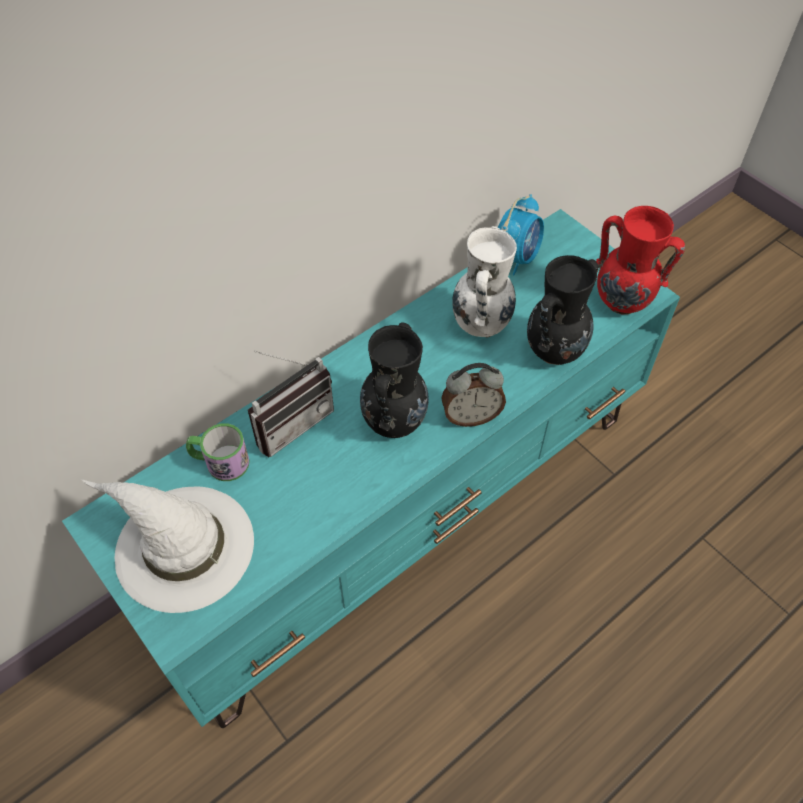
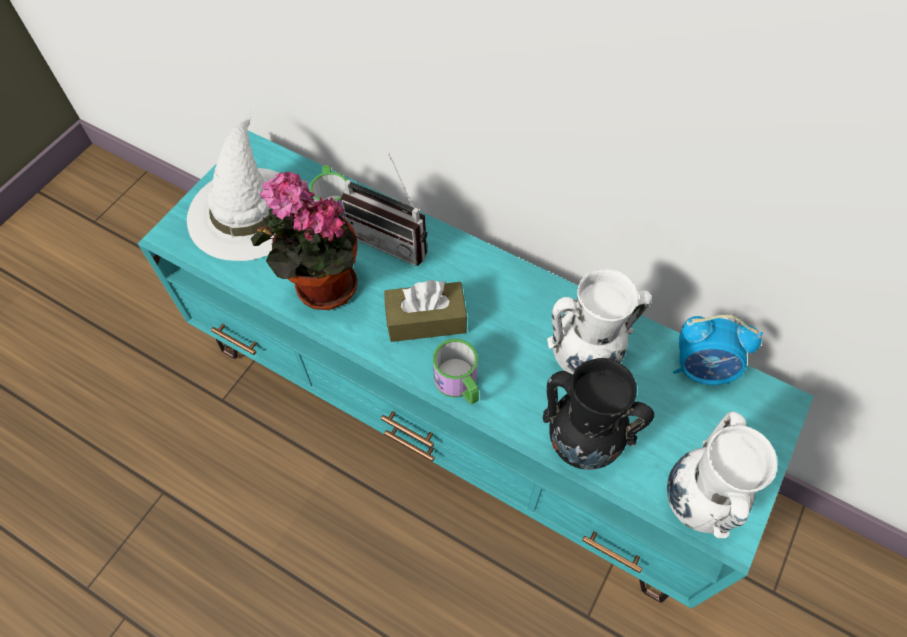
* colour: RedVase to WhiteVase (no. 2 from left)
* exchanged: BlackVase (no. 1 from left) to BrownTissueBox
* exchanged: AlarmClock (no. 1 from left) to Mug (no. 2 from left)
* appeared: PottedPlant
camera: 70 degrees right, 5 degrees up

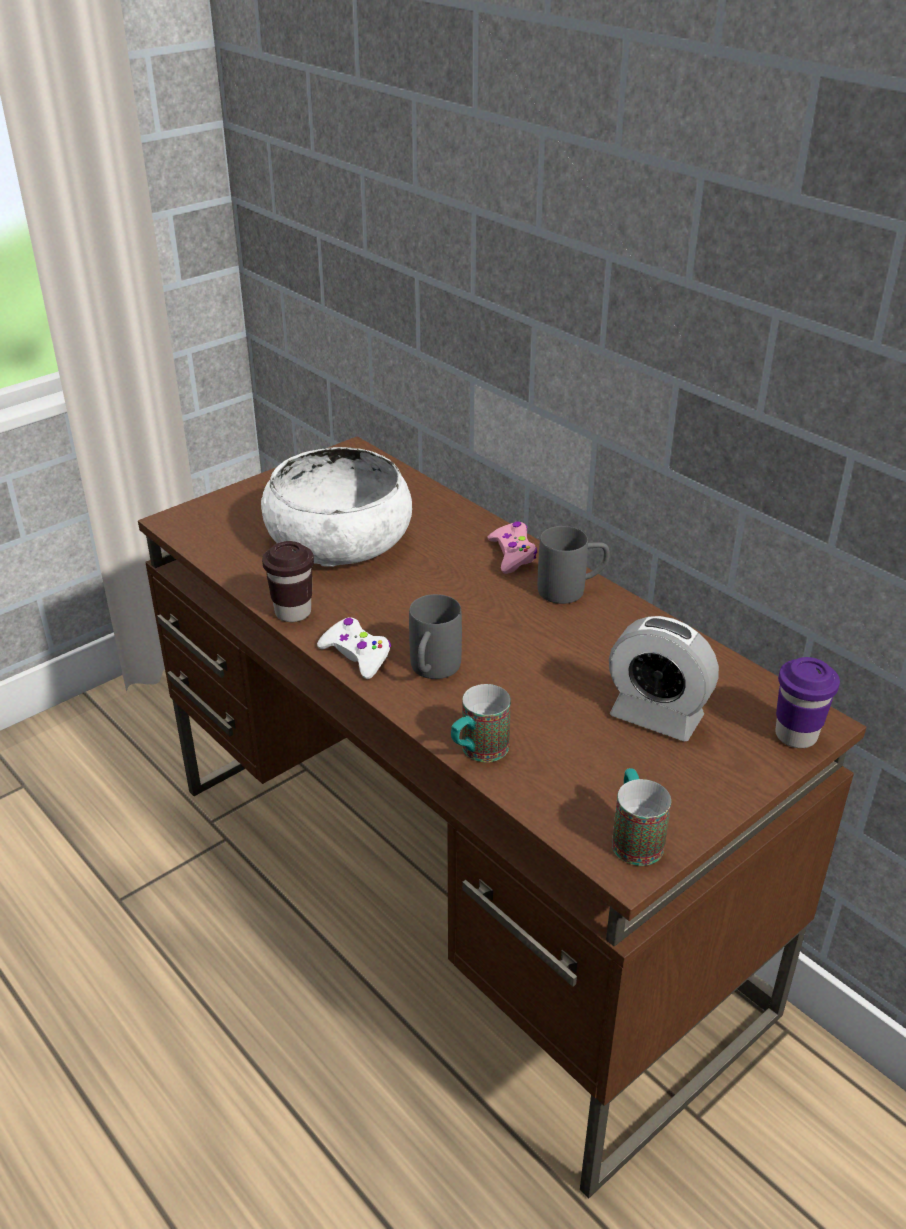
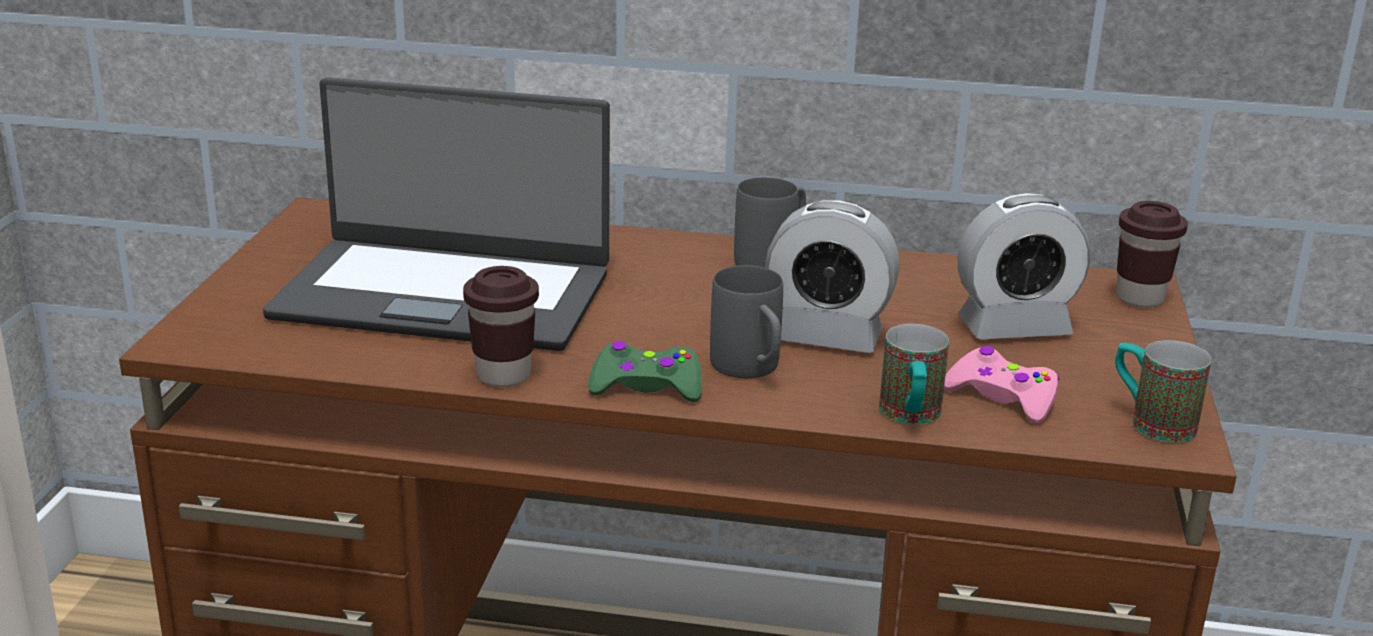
* exchanged: WhiteBowl to Laptop
* relocated: PinkGameController
* colour: WhiteGameController to GreenGameController
* colour: PurpleCup to BrownCup (no. 2 from left)
* appeared: AlarmClock (no. 1 from left)
camera: 40 degrees left, 10 degrees down

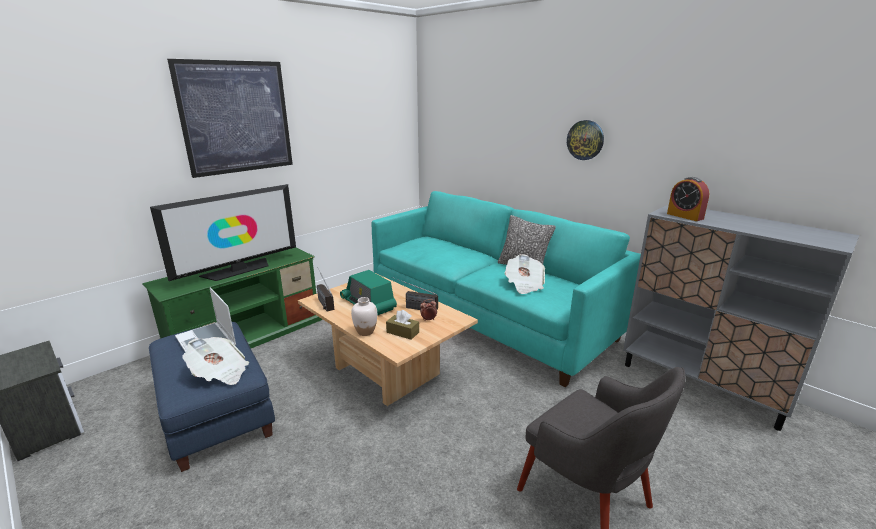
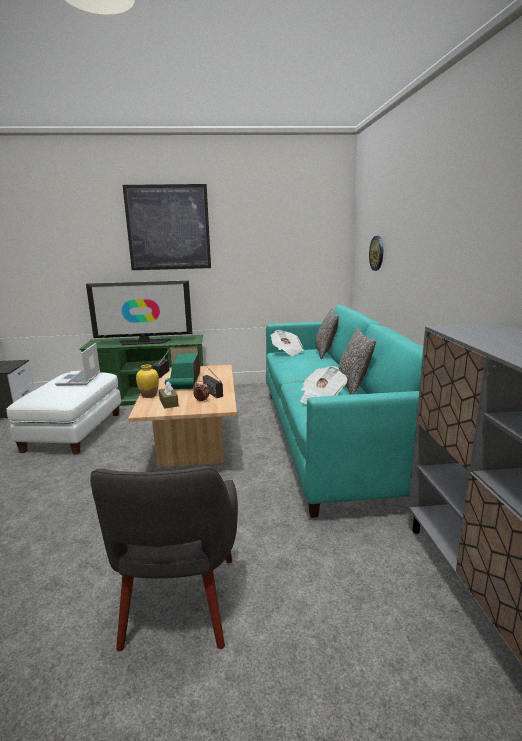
* relocated: WallClock
* missing: AlarmClock (no. 2 from left)
* colour: WhiteVase to YellowVase
* colour: BlueOttoman to WhiteOttoman
* relocated: Newspaper (no. 1 from left)
* appeared: Pillow (no. 1 from left)
camera: 40 degrees right, 5 degrees down

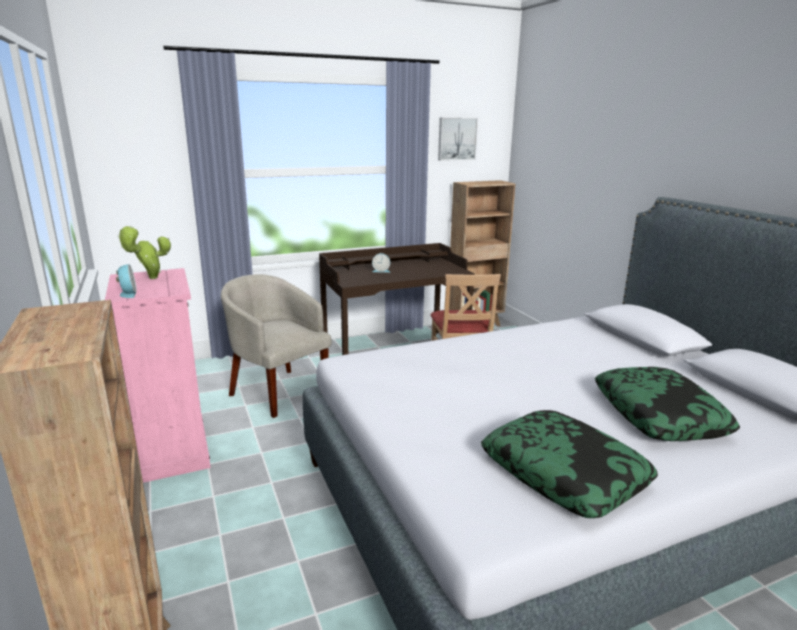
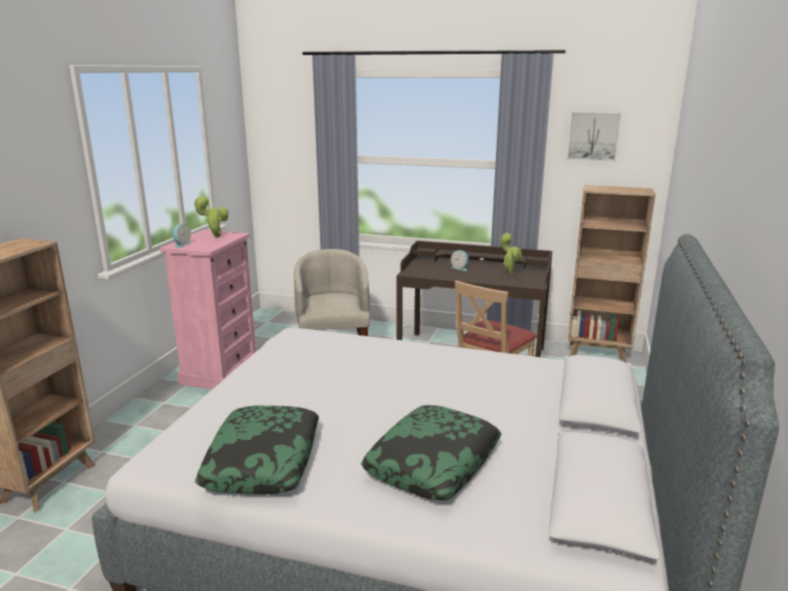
* appeared: PottedPlant (no. 2 from left)
camera: 40 degrees right, 0 degrees up

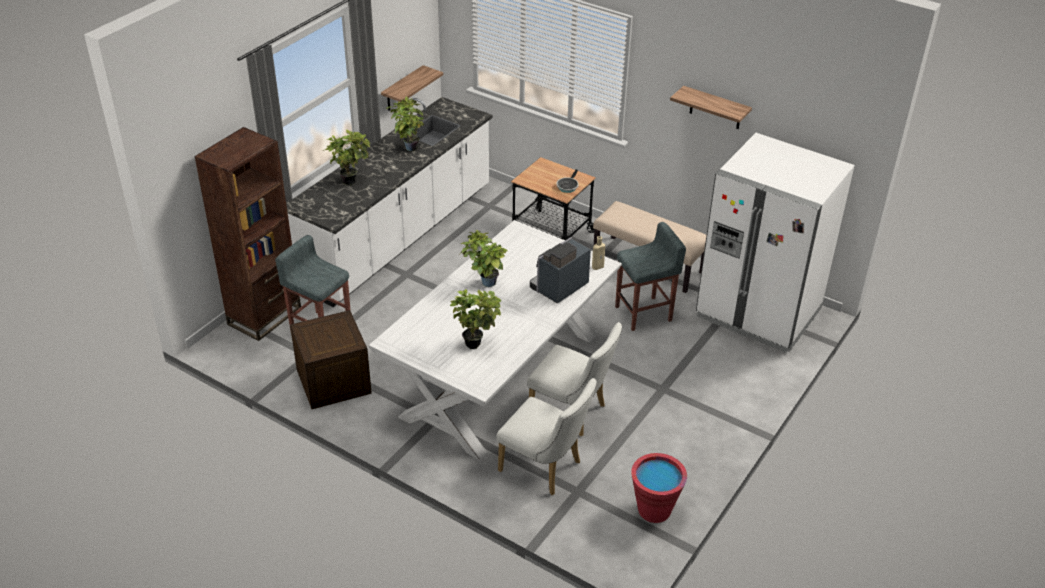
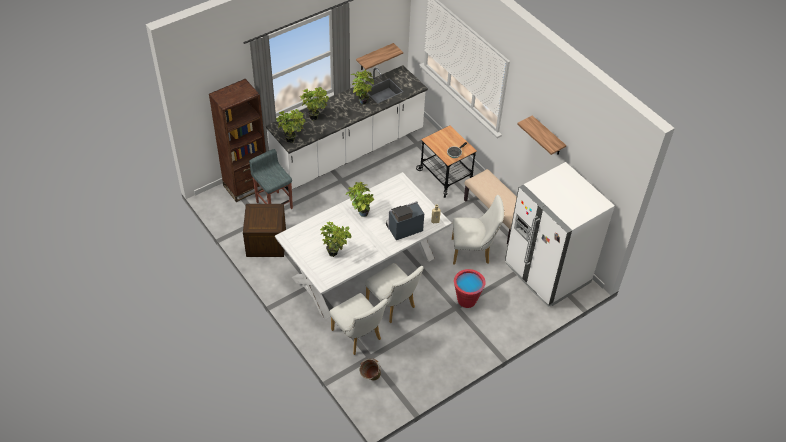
* exchanged: GreyStool (no. 2 from left) to WhiteChair (no. 3 from left)
* relocated: RedBucket
* appeared: PottedPlant (no. 1 from left)
* appeared: GreenBucket
camera: 20 degrees right, 10 degrees up

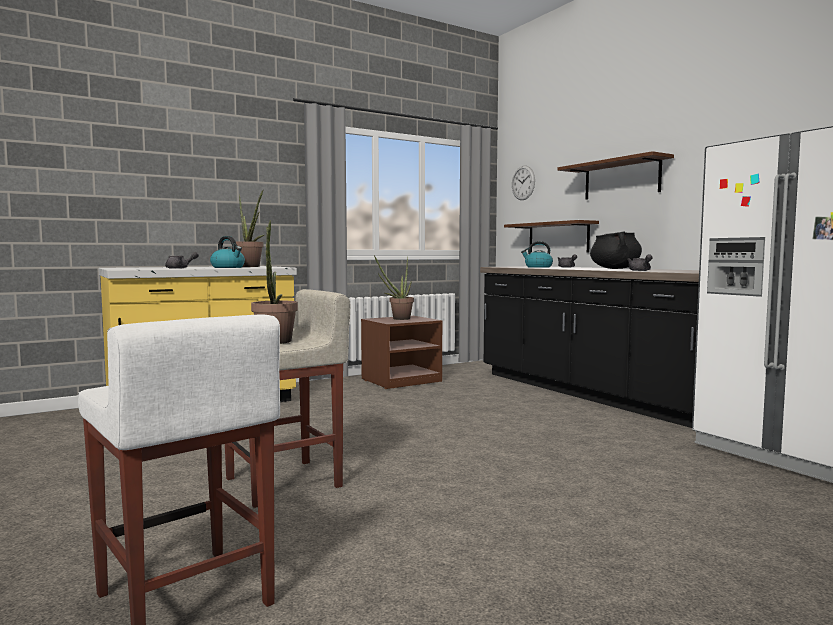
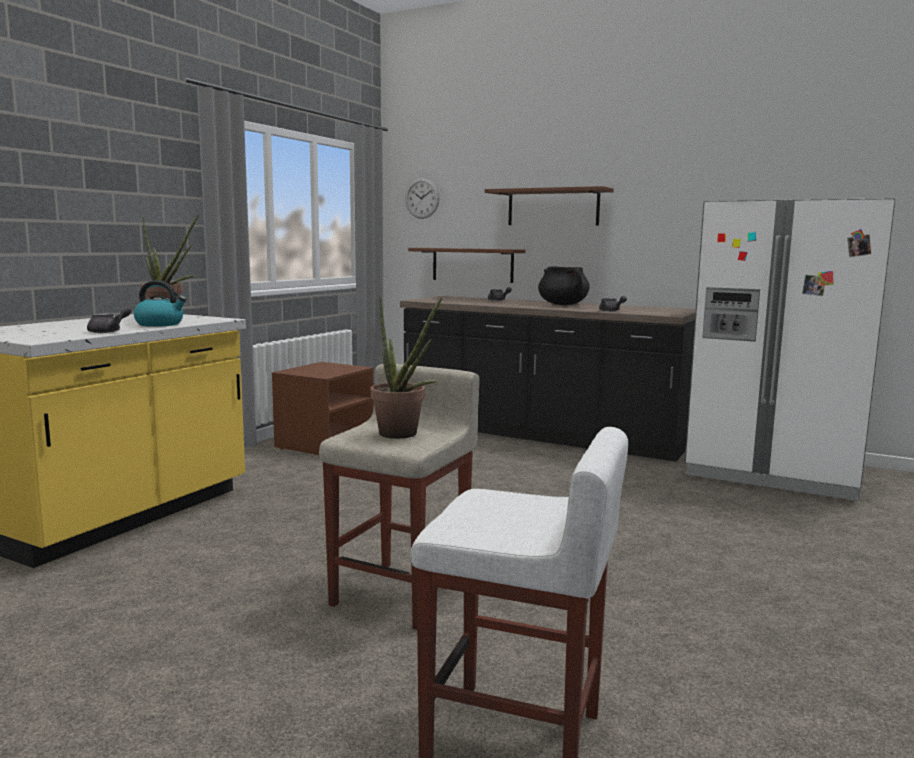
* missing: Kettle (no. 2 from left)
* missing: PottedPlant (no. 3 from left)
camera: 30 degrees left, 5 degrees up

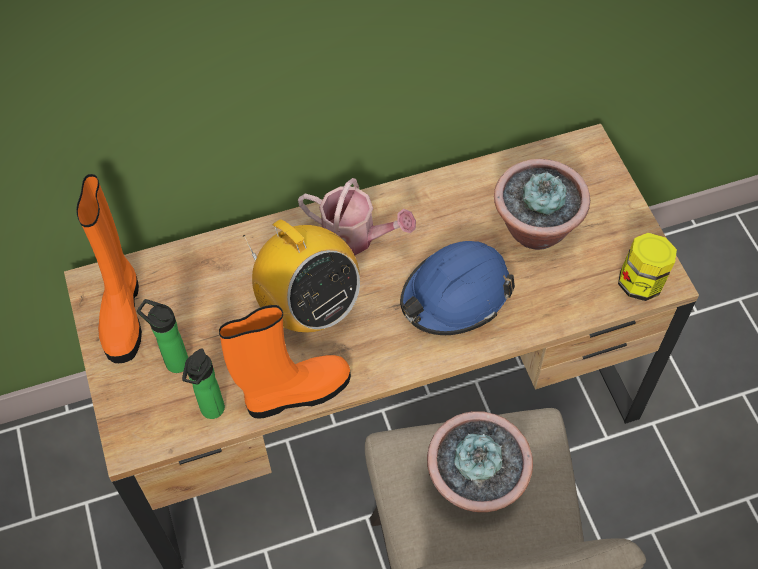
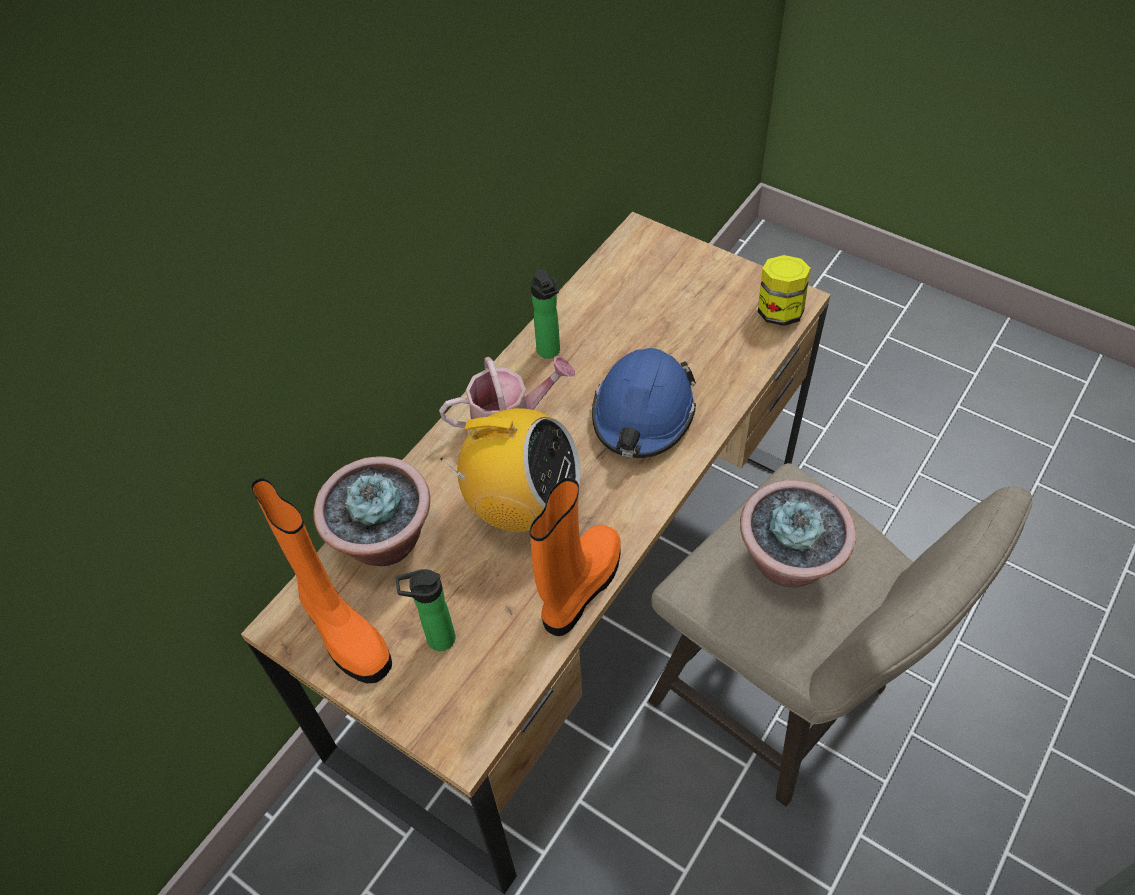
* relocated: PottedPlant (no. 2 from left in the first image) to PottedPlant (no. 1 from left)
* relocated: Bottle (no. 2 from left)
camera: 35 degrees left, 5 degrees down

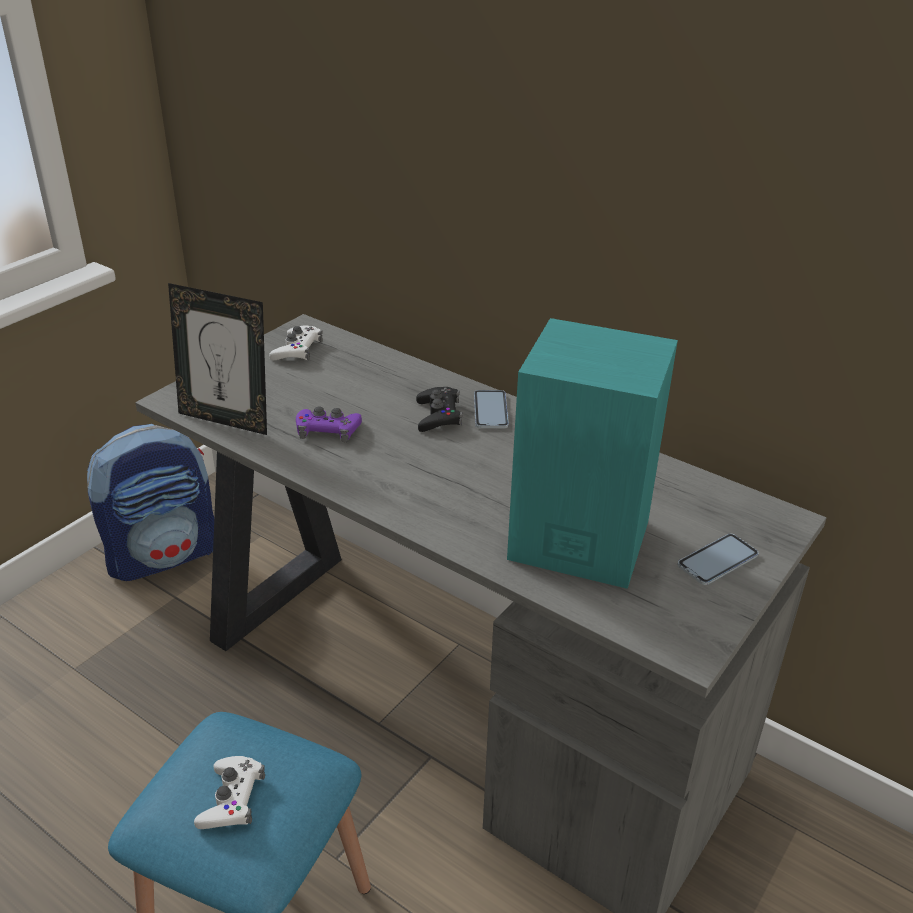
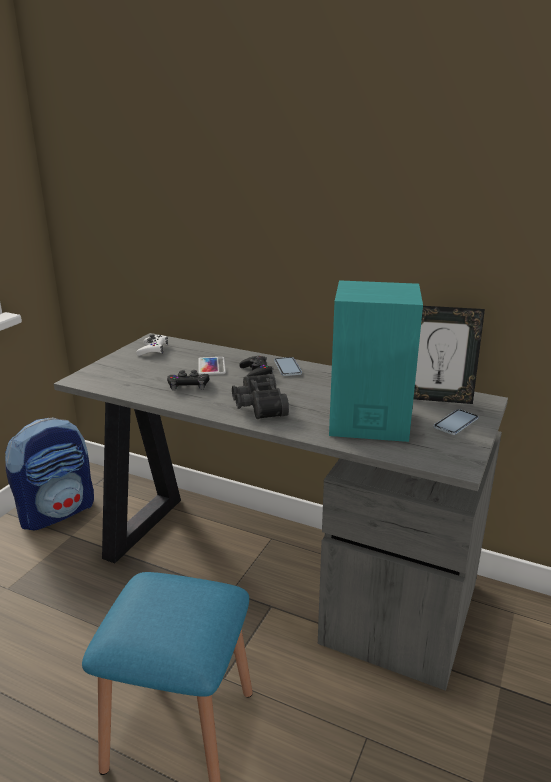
* relocated: PictureFrame
* colour: PurpleGameController to BlackGameController (no. 1 from left)
* missing: WhiteGameController (no. 1 from left)
* appeared: Phone (no. 1 from left)
* appeared: BlackBinoculars
camera: 10 degrees left, 10 degrees down

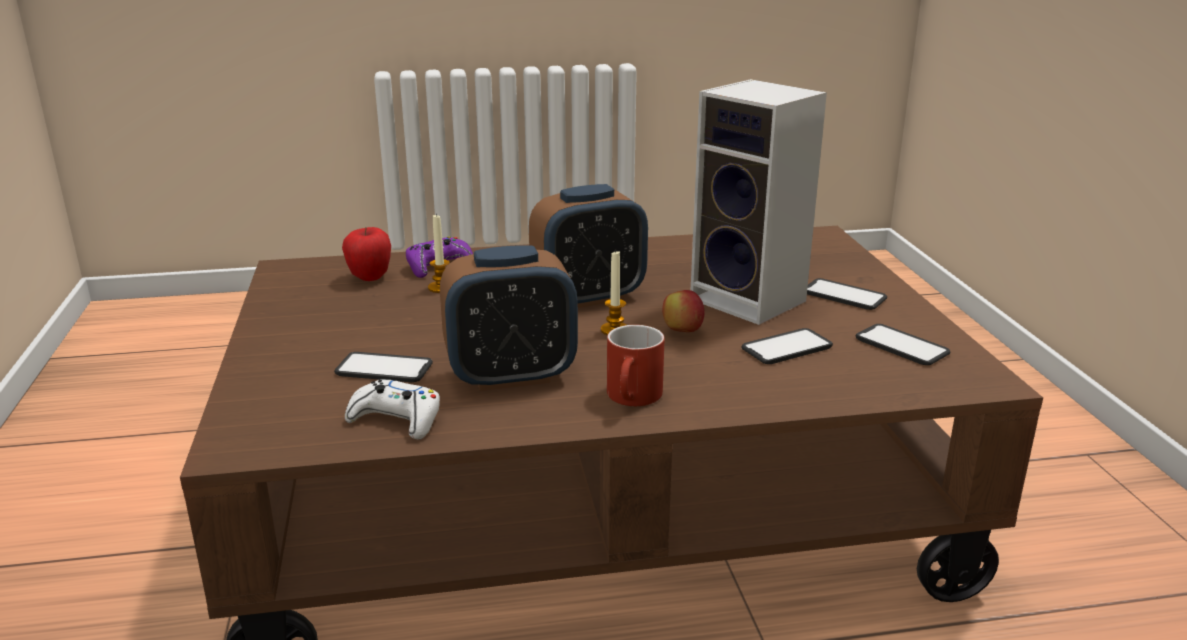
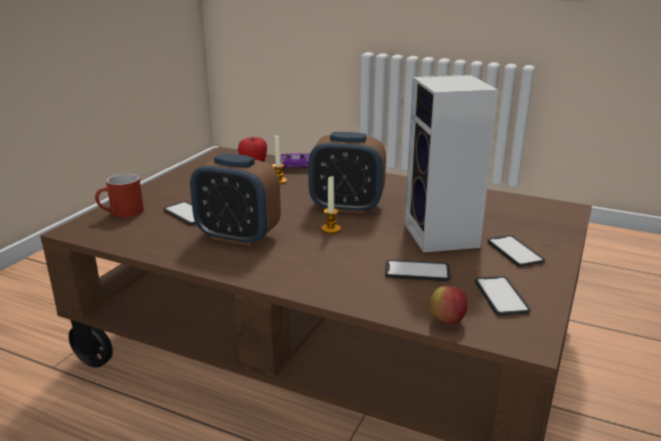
* relocated: Apple (no. 2 from left)
* relocated: RedMug
* missing: WhiteGameController
camera: 35 degrees right, 0 degrees up

